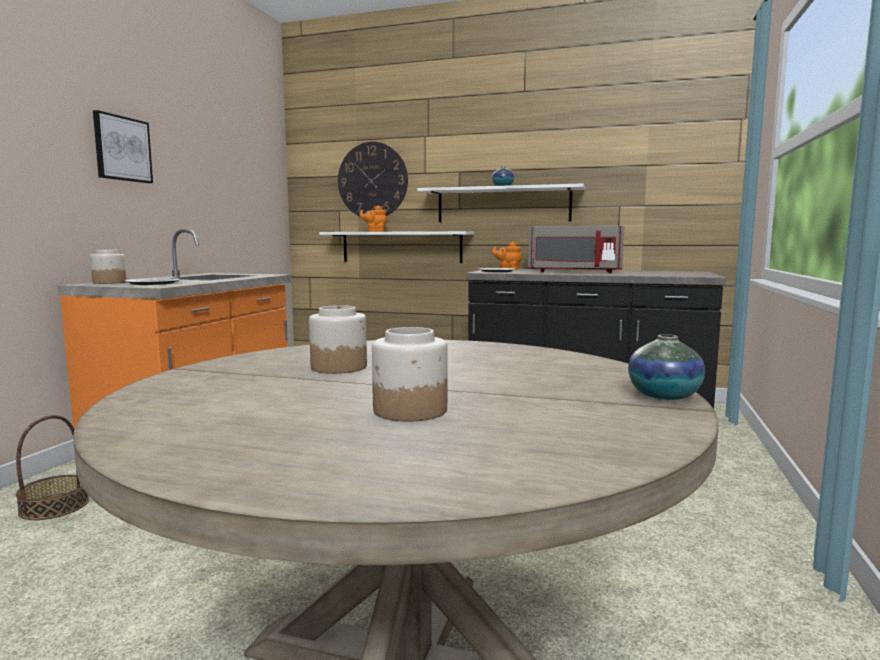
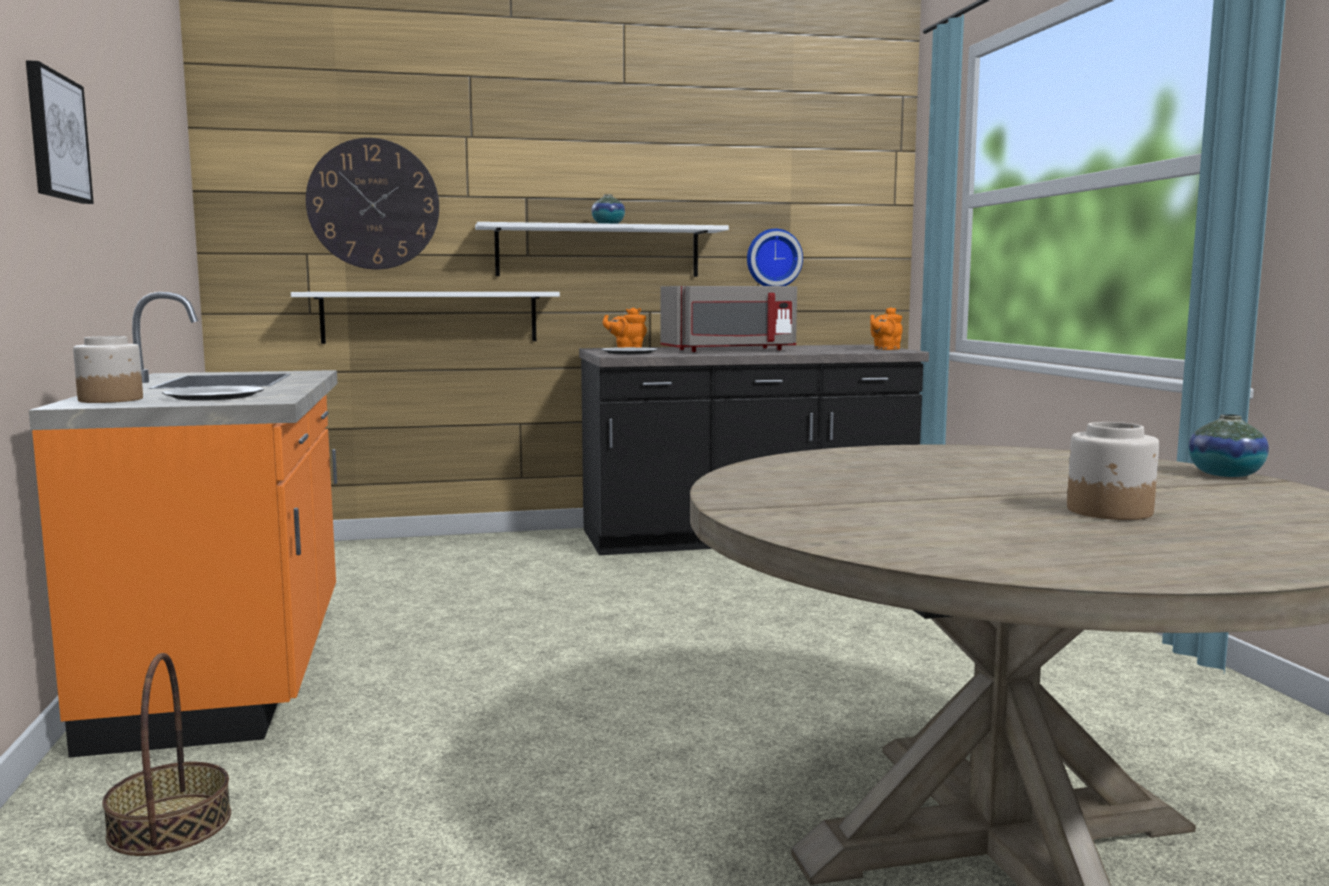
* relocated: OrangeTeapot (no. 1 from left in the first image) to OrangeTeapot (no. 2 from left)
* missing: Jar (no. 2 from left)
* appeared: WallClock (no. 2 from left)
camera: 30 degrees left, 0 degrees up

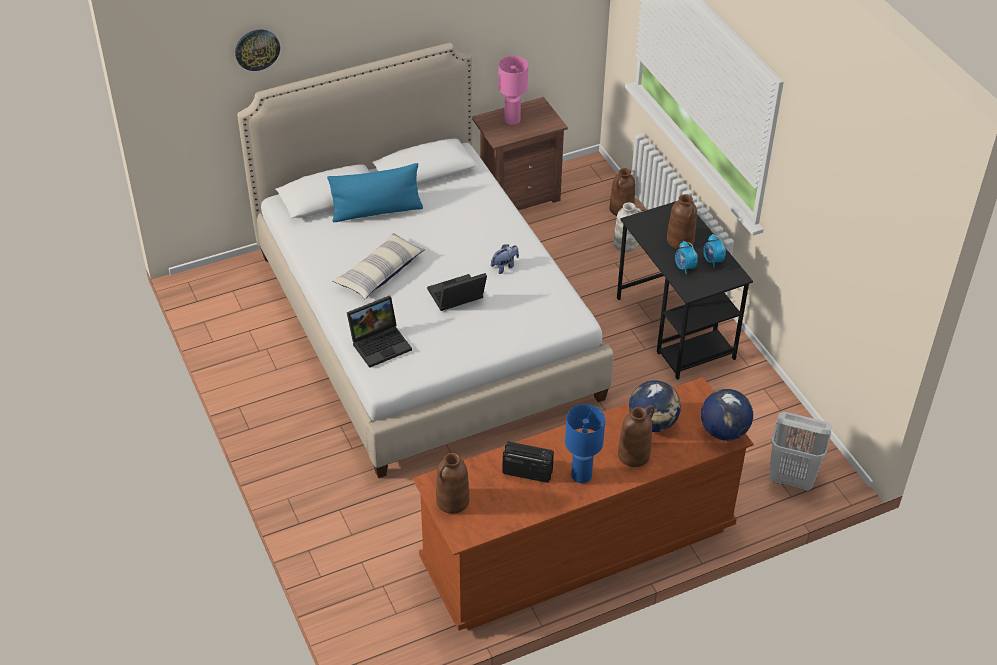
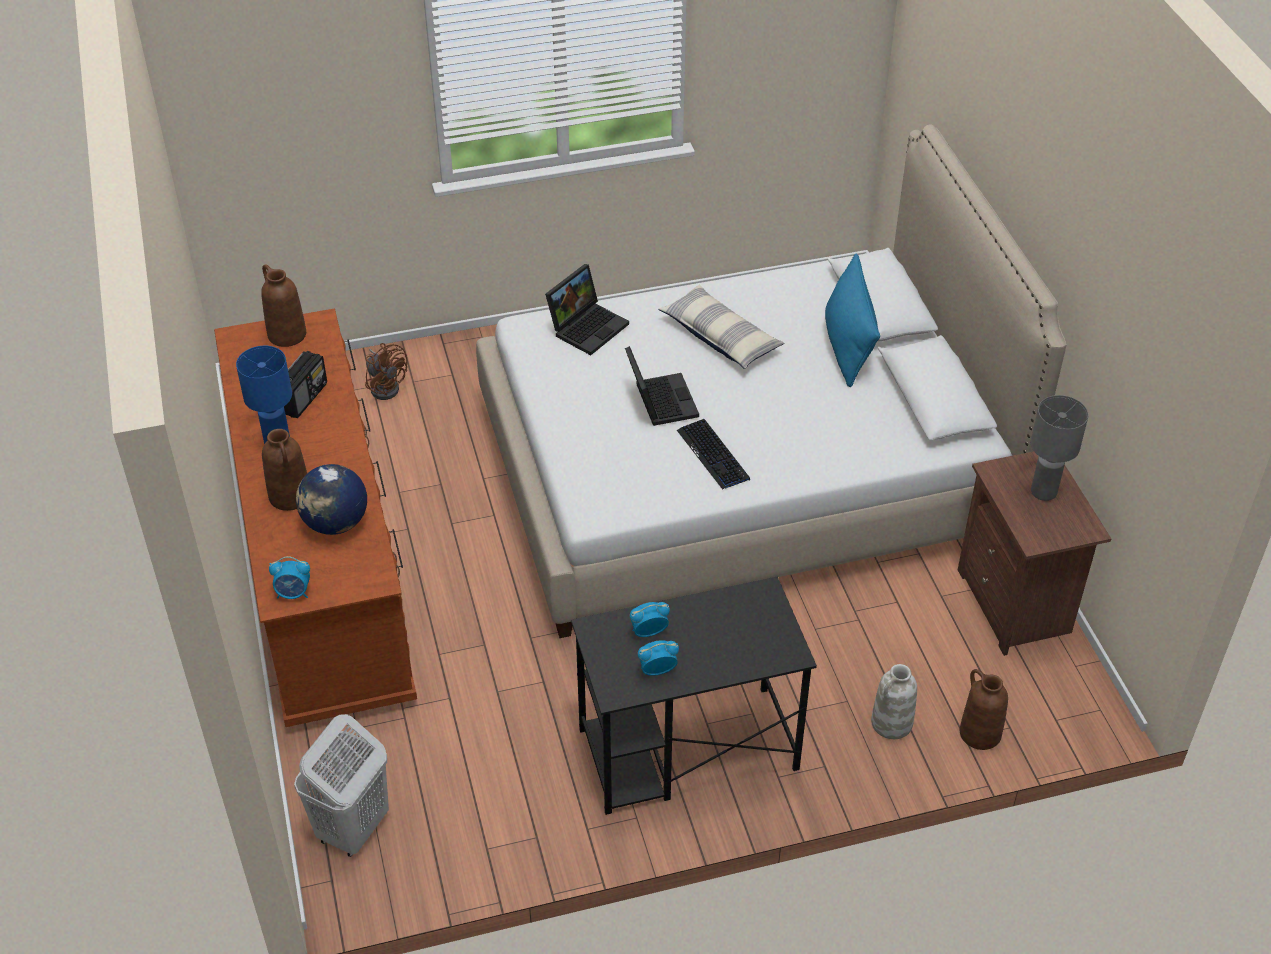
* missing: WallClock
* colour: PinkTableLamp to GreyTableLamp
* missing: BrownVase (no. 4 from left)
* exchanged: PlushToy to Keyboard
* spun: Laptop (no. 1 from left) 120 degrees counterclockwise
* exchanged: Globe (no. 2 from left) to AlarmClock (no. 1 from left)
* appeared: BrownFan
camera: 100 degrees right, 0 degrees up

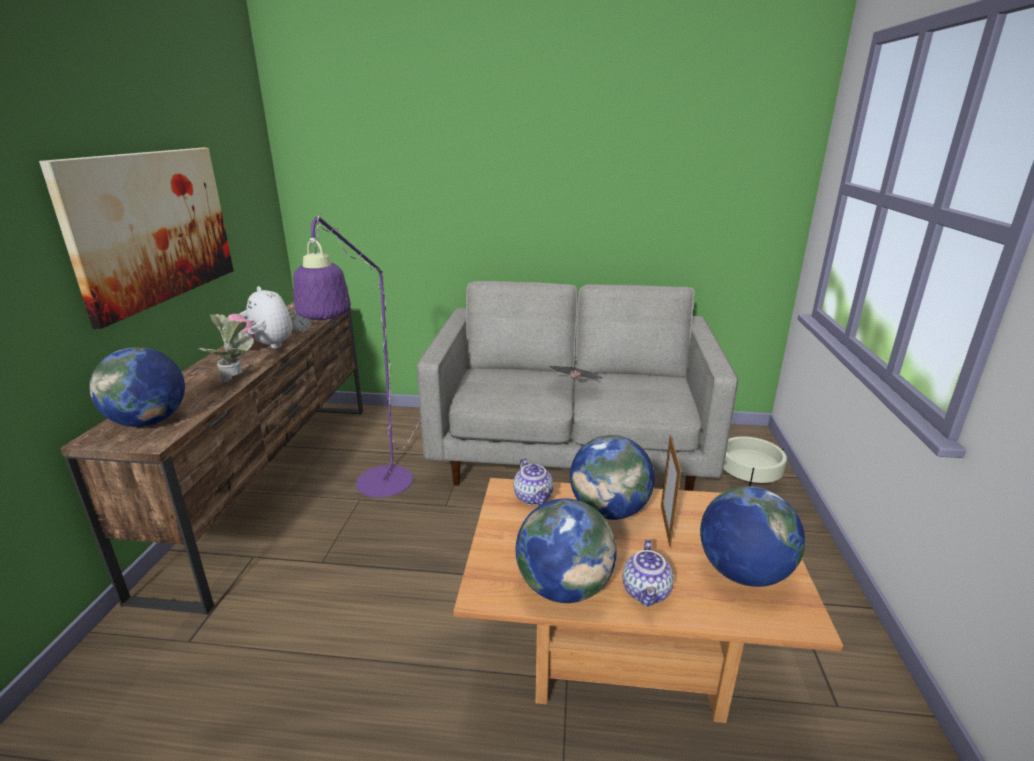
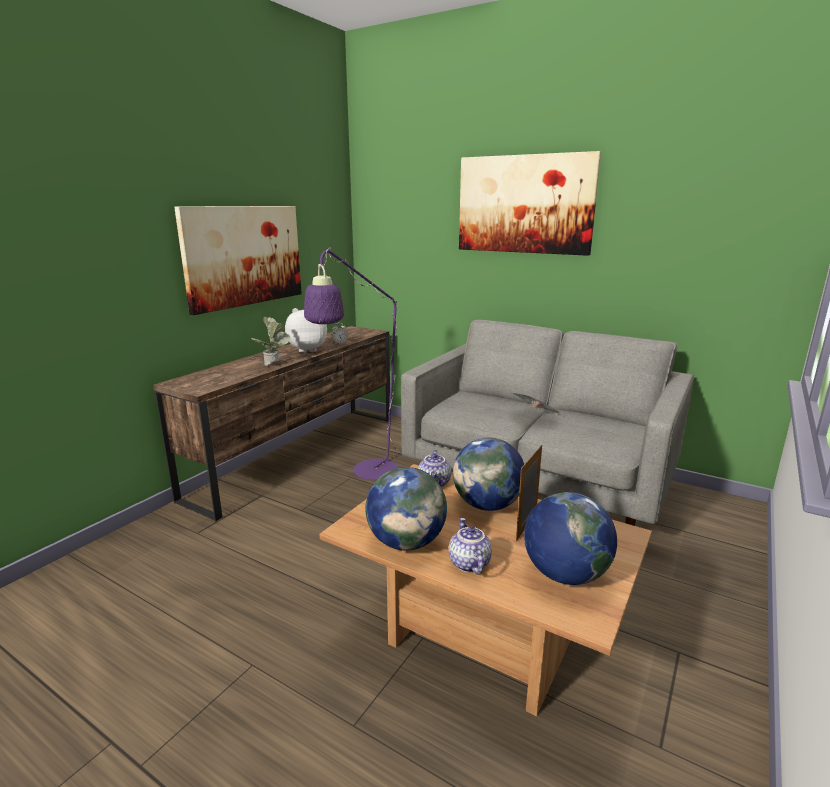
* spun: PlushToy 105 degrees clockwise
* missing: Globe (no. 1 from left)
* missing: BeigePlanter
* spun: Teapot (no. 2 from left) 135 degrees clockwise
* appeared: Picture (no. 2 from left)
camera: 25 degrees right, 5 degrees down

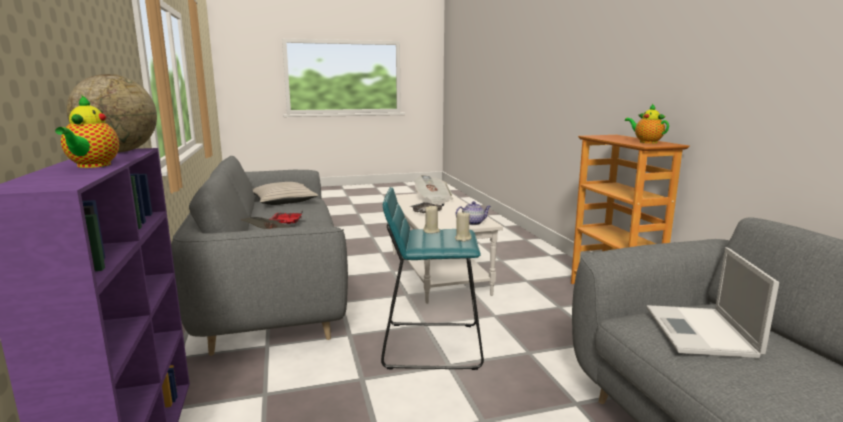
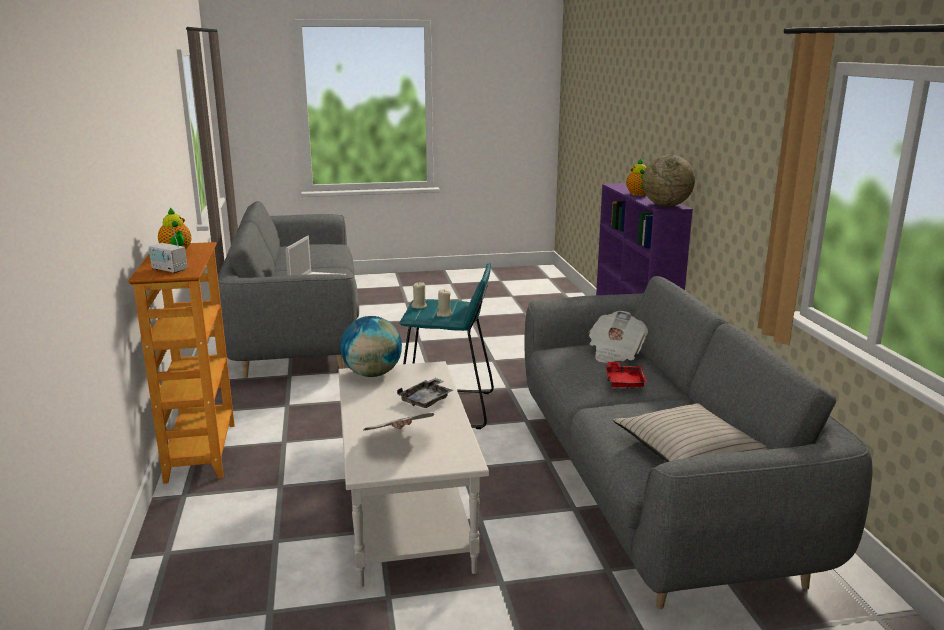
* exchanged: Teapot (no. 2 from left) to Globe (no. 1 from left)
* appeared: Radio
camera: 175 degrees left, 5 degrees up

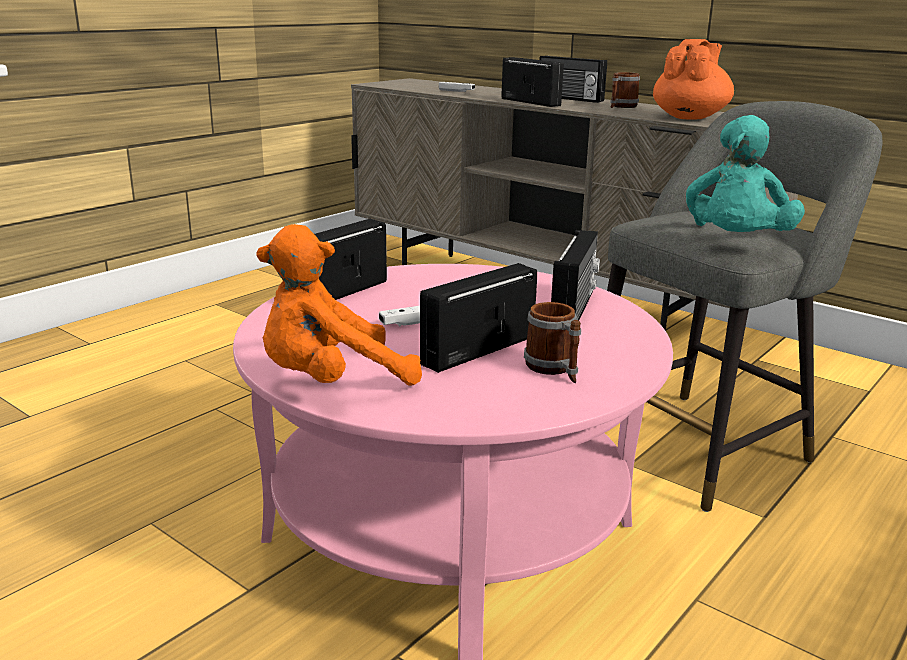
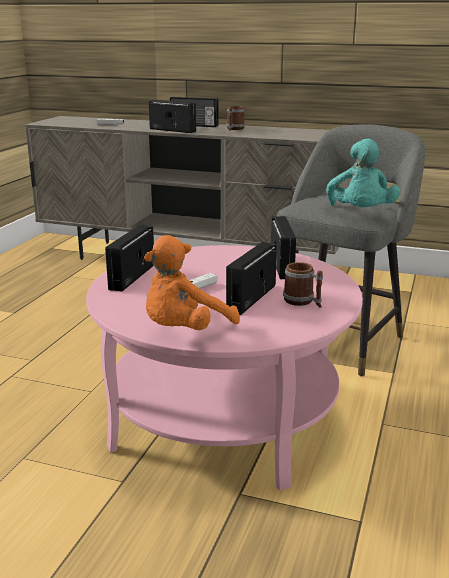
* missing: OrangeTeapot
camera: 20 degrees left, 0 degrees up

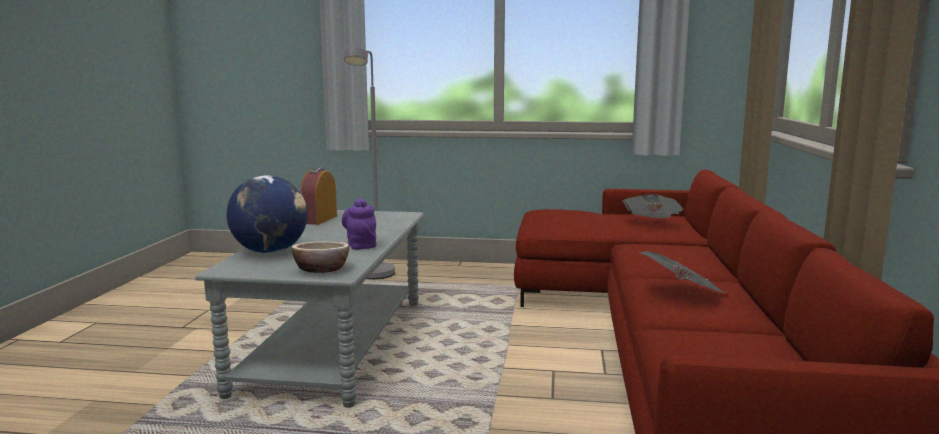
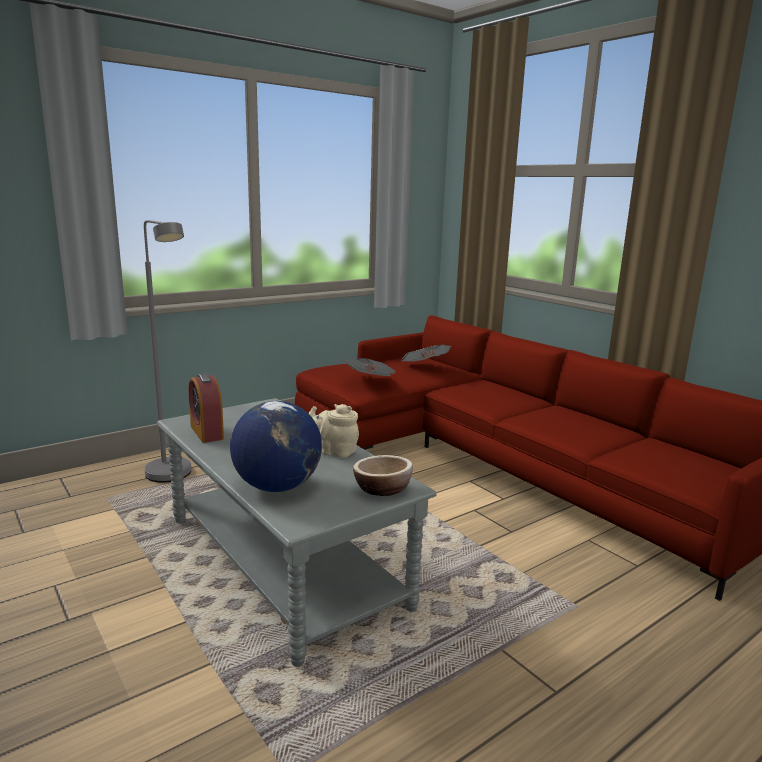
* colour: PurpleTeapot to BeigeTeapot
* relocated: Newspaper (no. 2 from left in the first image) to Newspaper (no. 1 from left)
camera: 45 degrees left, 5 degrees up

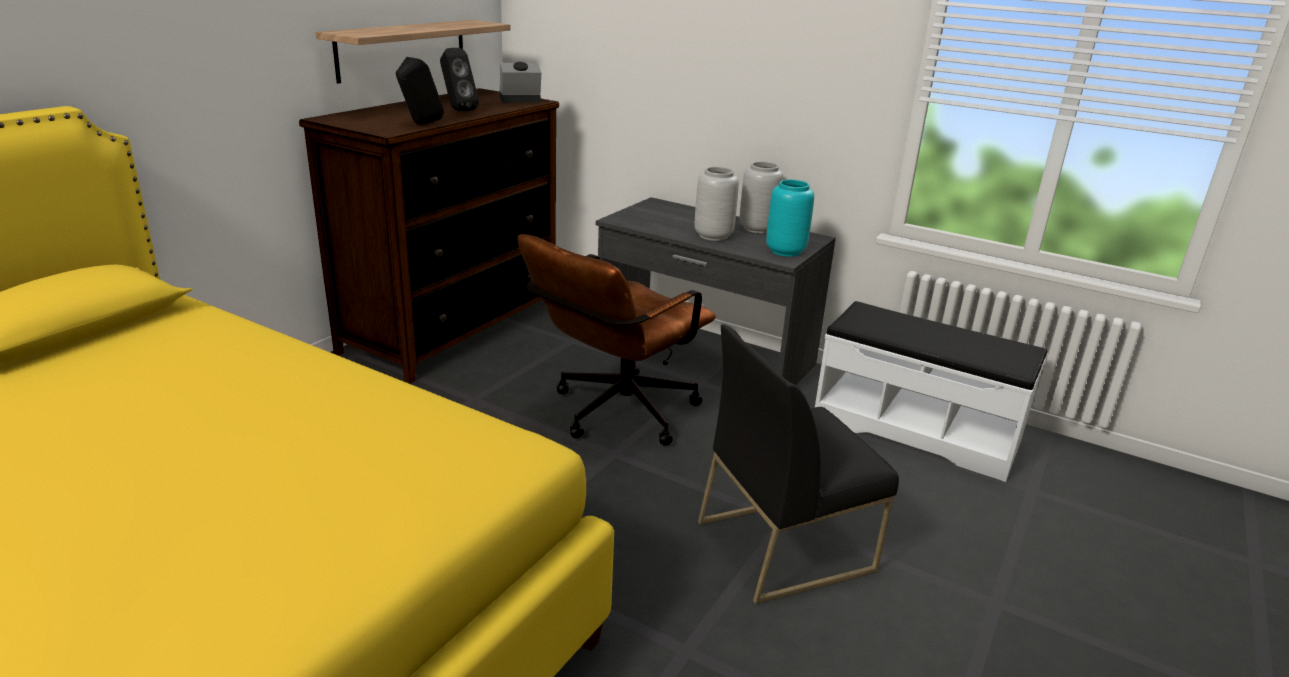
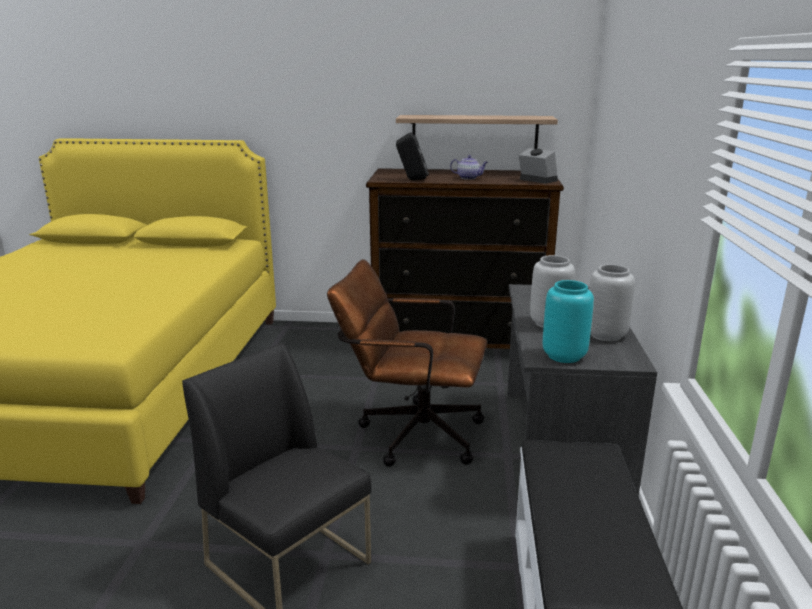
* exchanged: BlackSpeaker (no. 2 from left) to Teapot
camera: 65 degrees right, 5 degrees down

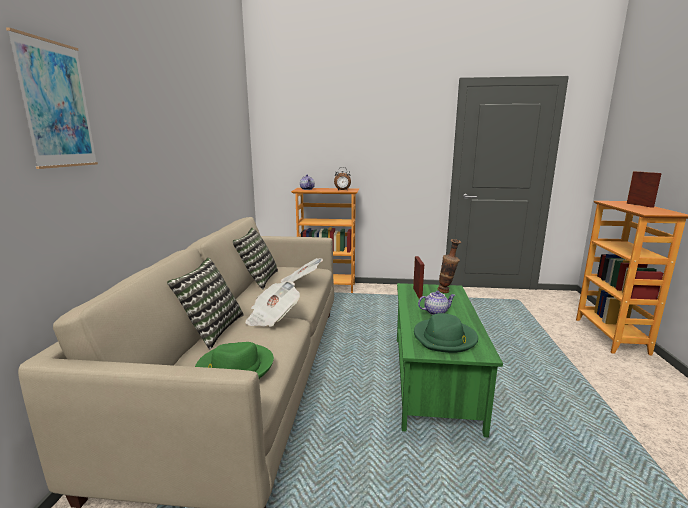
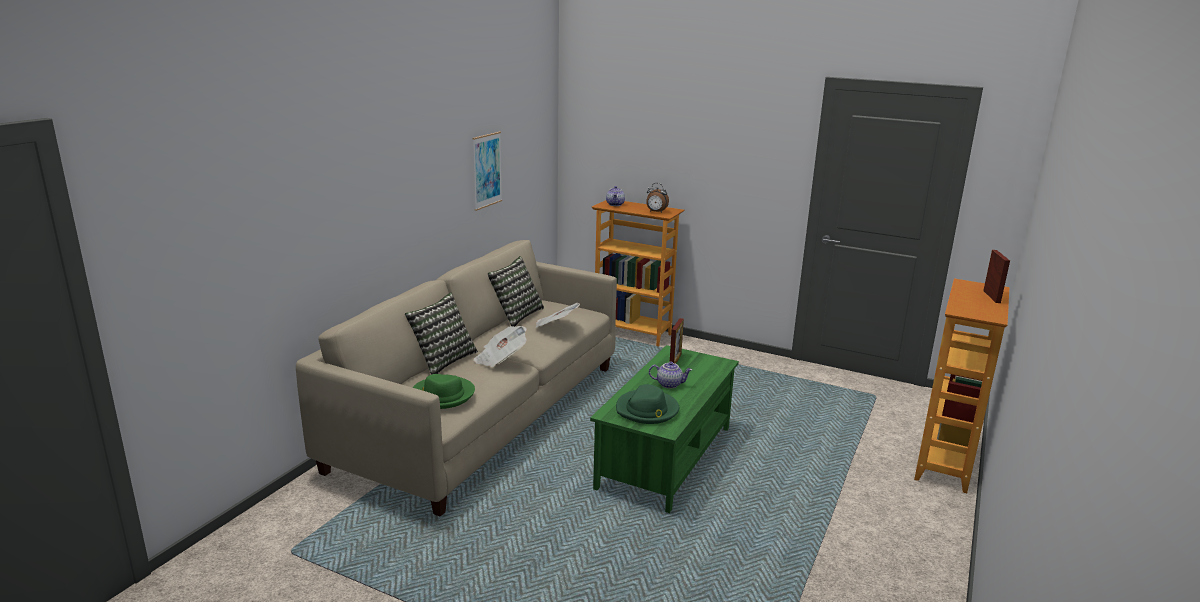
* relocated: Picture
* missing: Vase
camera: 20 degrees right, 5 degrees up

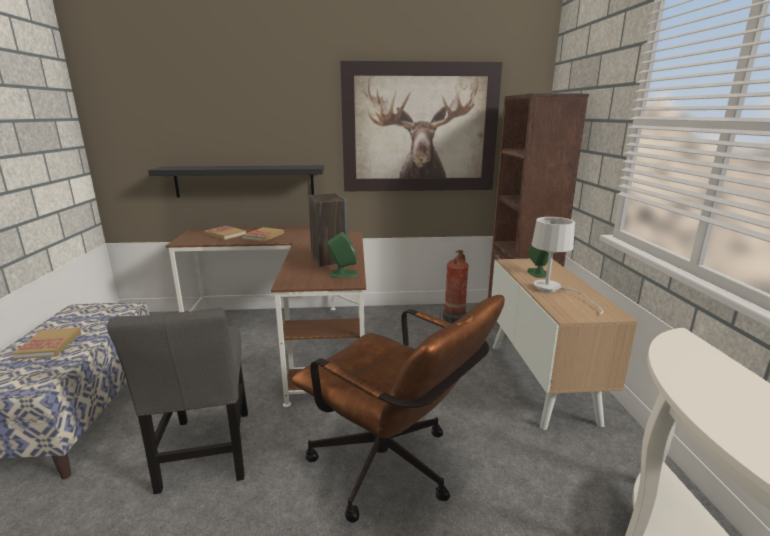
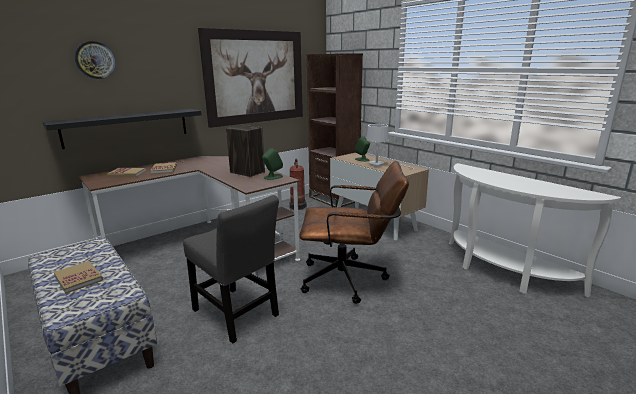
* appeared: WallClock
camera: 35 degrees left, 0 degrees up

